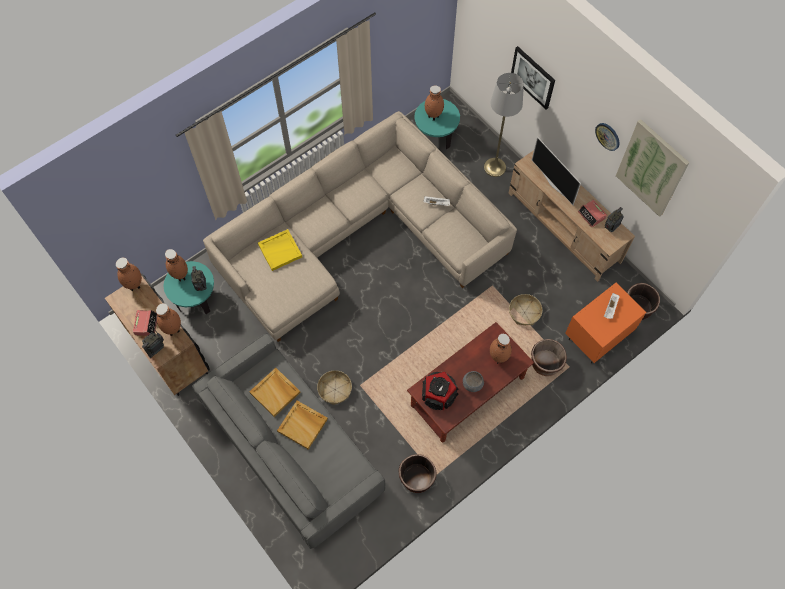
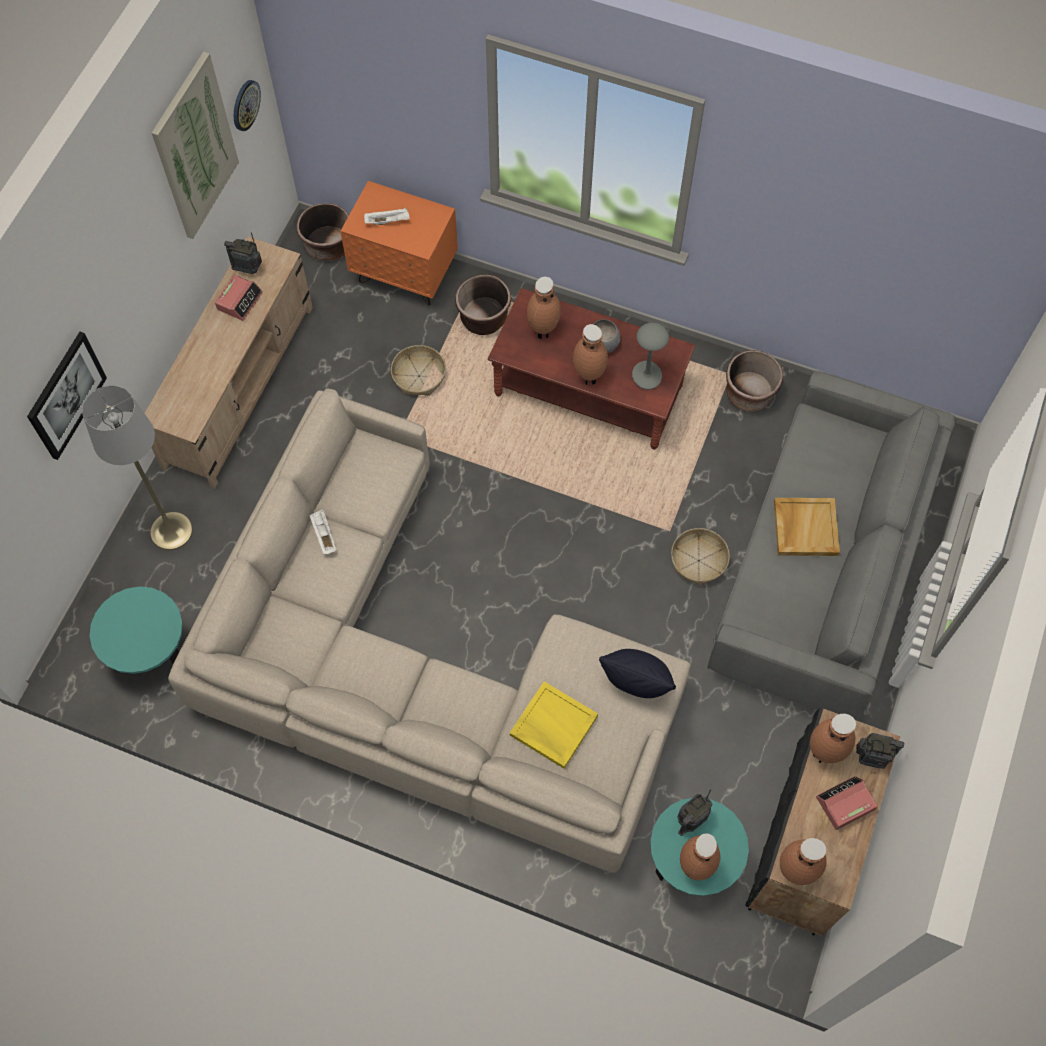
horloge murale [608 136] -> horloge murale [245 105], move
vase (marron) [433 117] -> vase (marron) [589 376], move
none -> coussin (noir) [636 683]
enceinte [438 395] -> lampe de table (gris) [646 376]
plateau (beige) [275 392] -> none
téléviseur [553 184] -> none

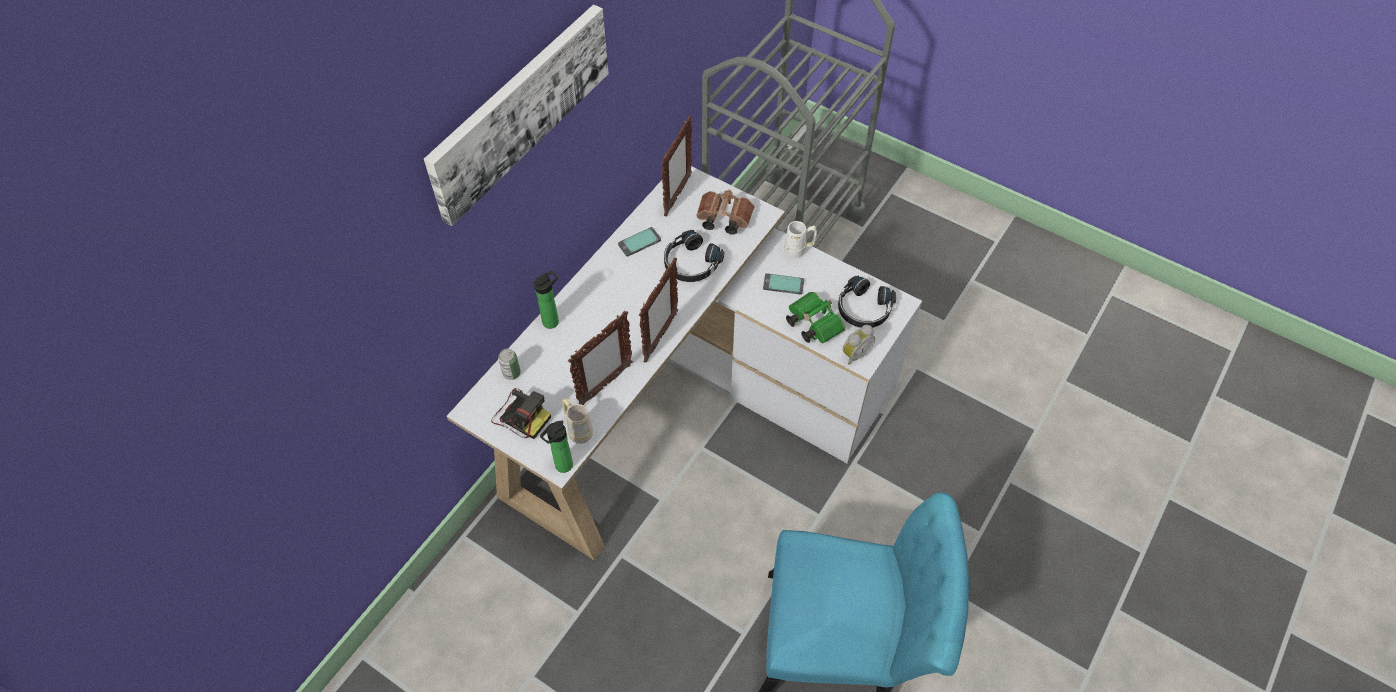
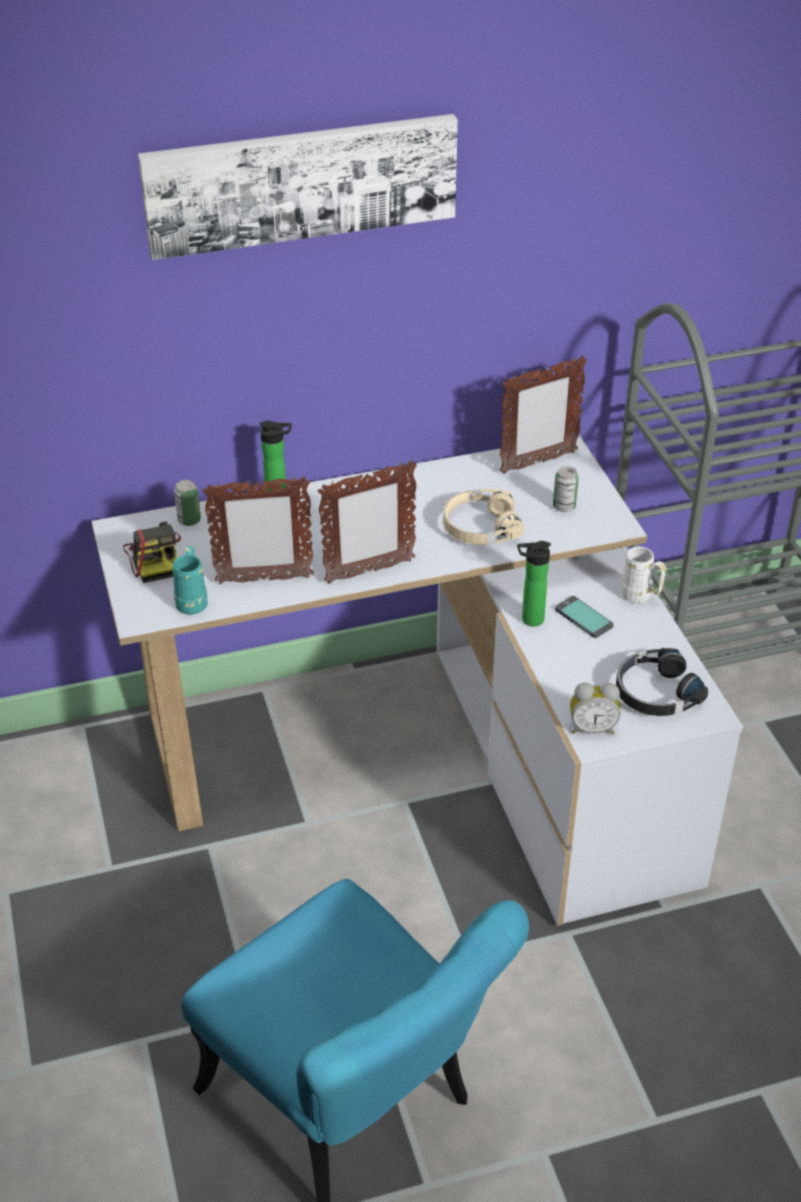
mug (beige) [577 429] -> mug (turquoise) [192 600]
casque audio (noir) [690 263] -> casque audio (beige) [480 527]
bouteille [562 467] -> bouteille [529 619], move
jumelles (marron) [722 219] -> boîte métallique [564 506]
téléphone [639 242] -> none
jumelles (vert) [812 323] -> none

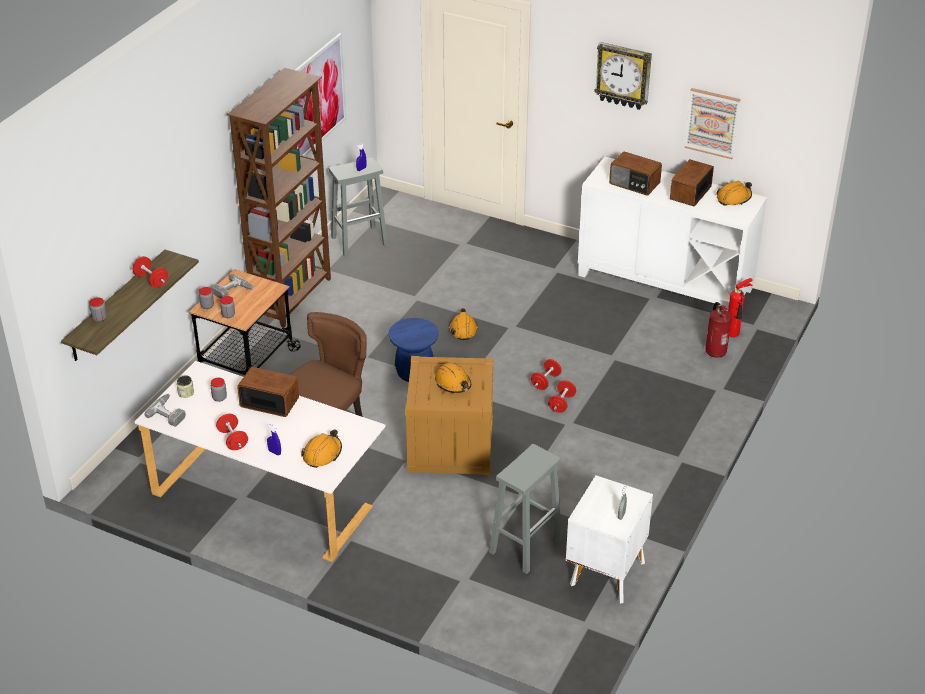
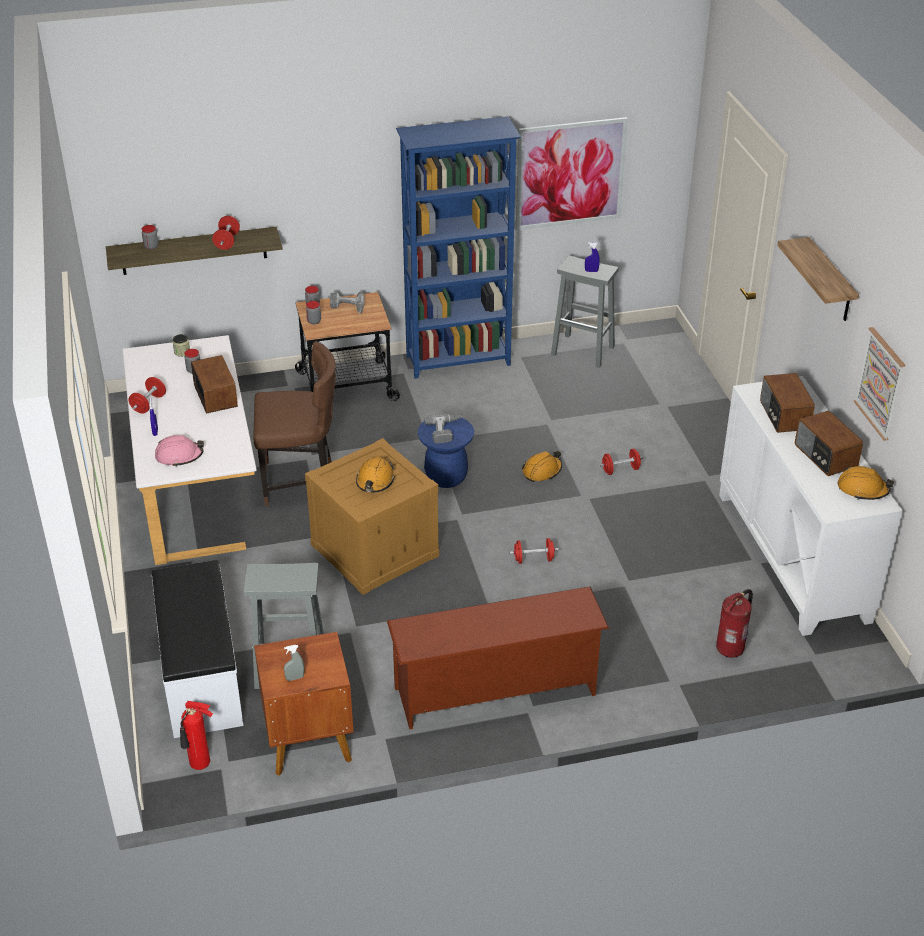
none -> banc (blanc) [200 676]
casque de chantier (orange) [322 454] -> casque de chantier (rose) [179 456]
extincteur [734 333] -> extincteur [200 764], move
table de chevet (blanc) [605 573] -> table de chevet (marron) [307 742]
none -> étagère à chaussures (marron) [496 693]
bibliothèque (marron) [293 298] -> bibliothèque (bleu) [459 361]
perceuse [169 413] -> perceuse [446 431], move
haltère (rouge) [561 404] -> haltère (rouge) [620 470], move
horloge murale [623 75] -> étagère [830 281]
radio [689 193] -> radio [825 456], 105 degrees counterclockwise

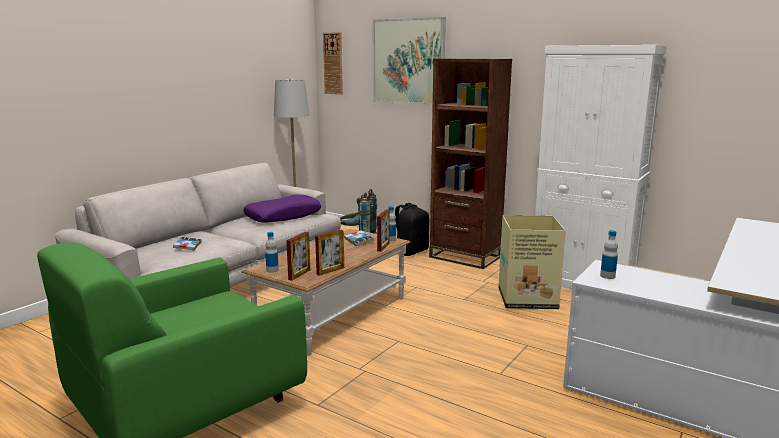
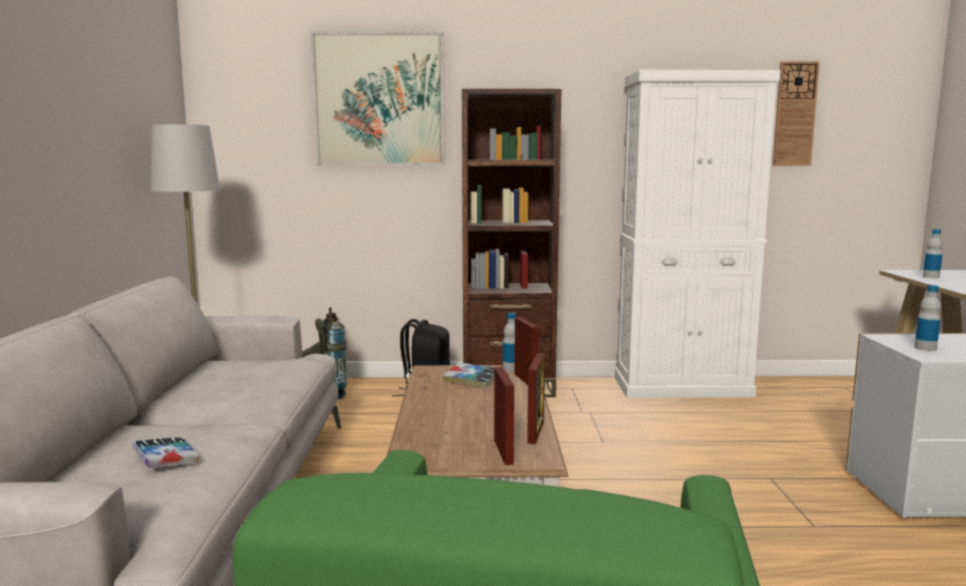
horloge murale [333 63] -> horloge murale [795 114], move
bouteille [272 270] -> bouteille [931 277], move
coussin (violet) [283 216] -> none
carton [528 299] -> none

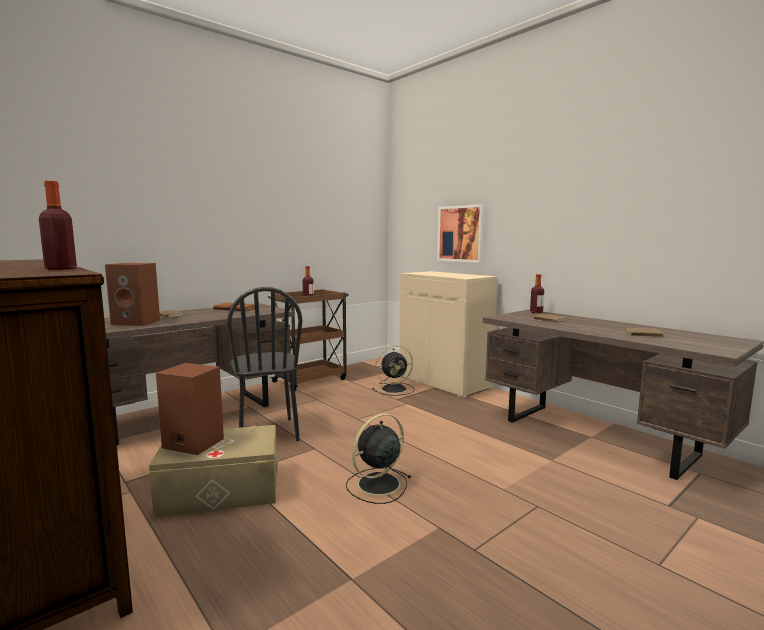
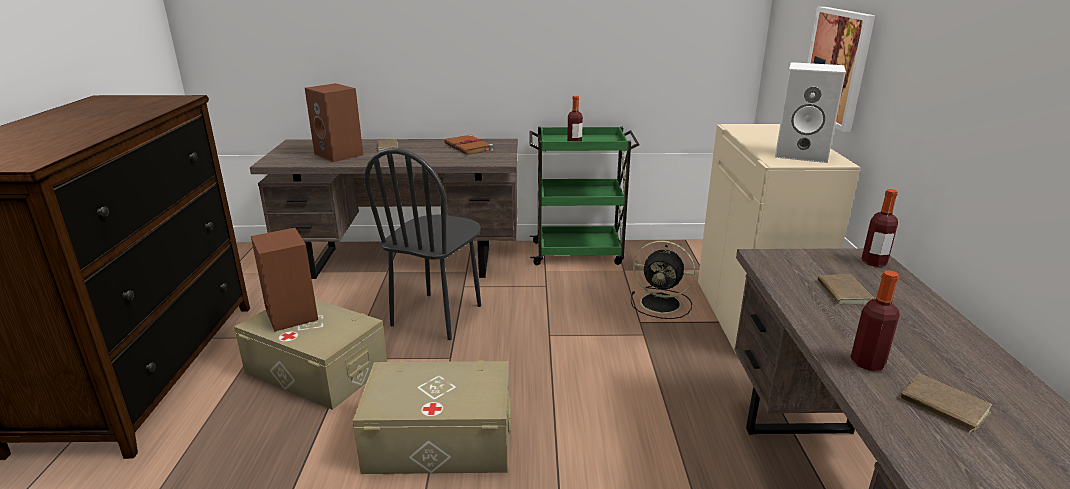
ventilateur (noir) [377 485] -> boîte de rangement (beige) [439 440]
chariot (marron) [311 380] -> chariot (vert) [579 253]
none -> enceinte (blanc) [802 154]
bouteille [61 269] -> bouteille [867 363], move

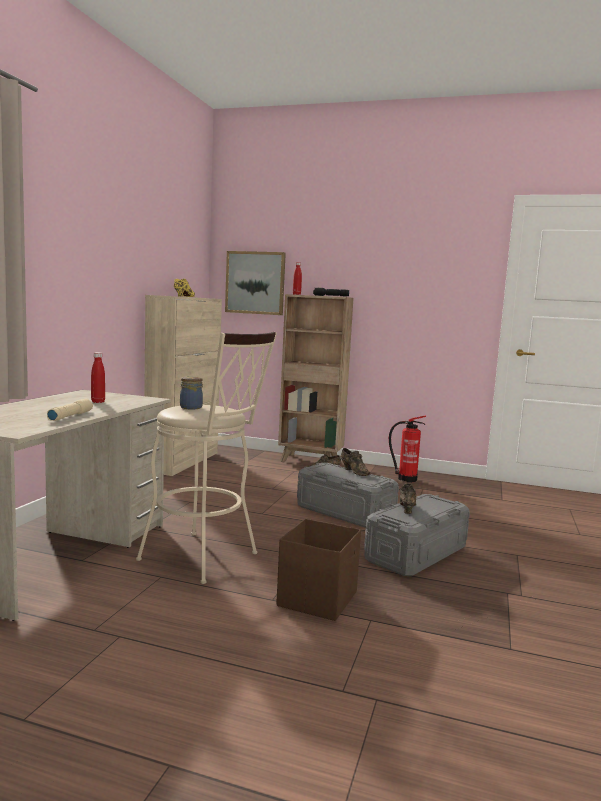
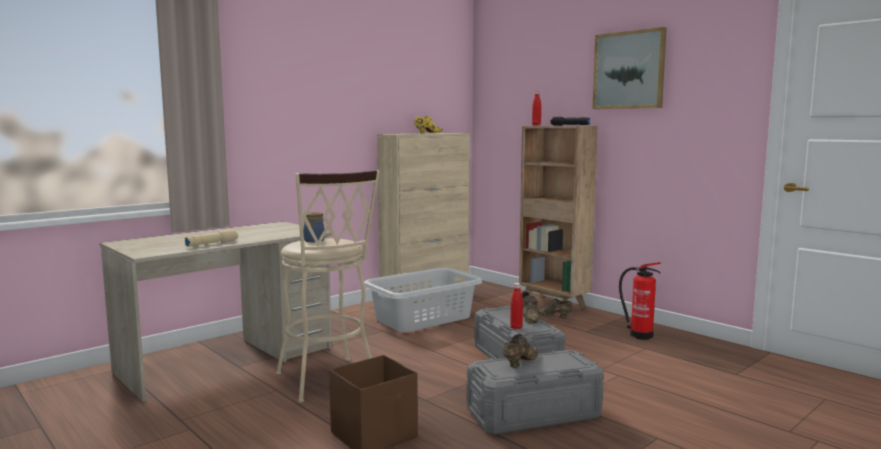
none -> panier à linge (gris) [424 319]
bouteille (rouge) [98 402] -> bouteille (rouge) [516 327], move
tableau [255 283] -> tableau [629 70], move

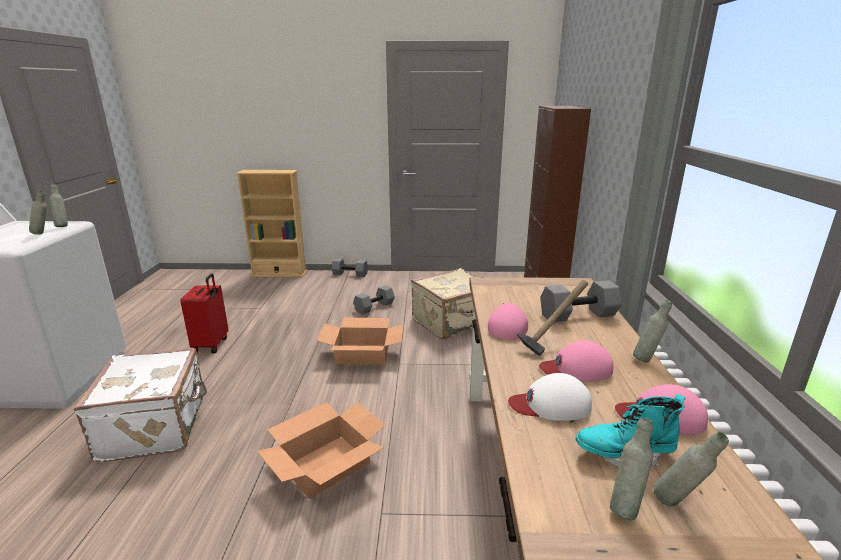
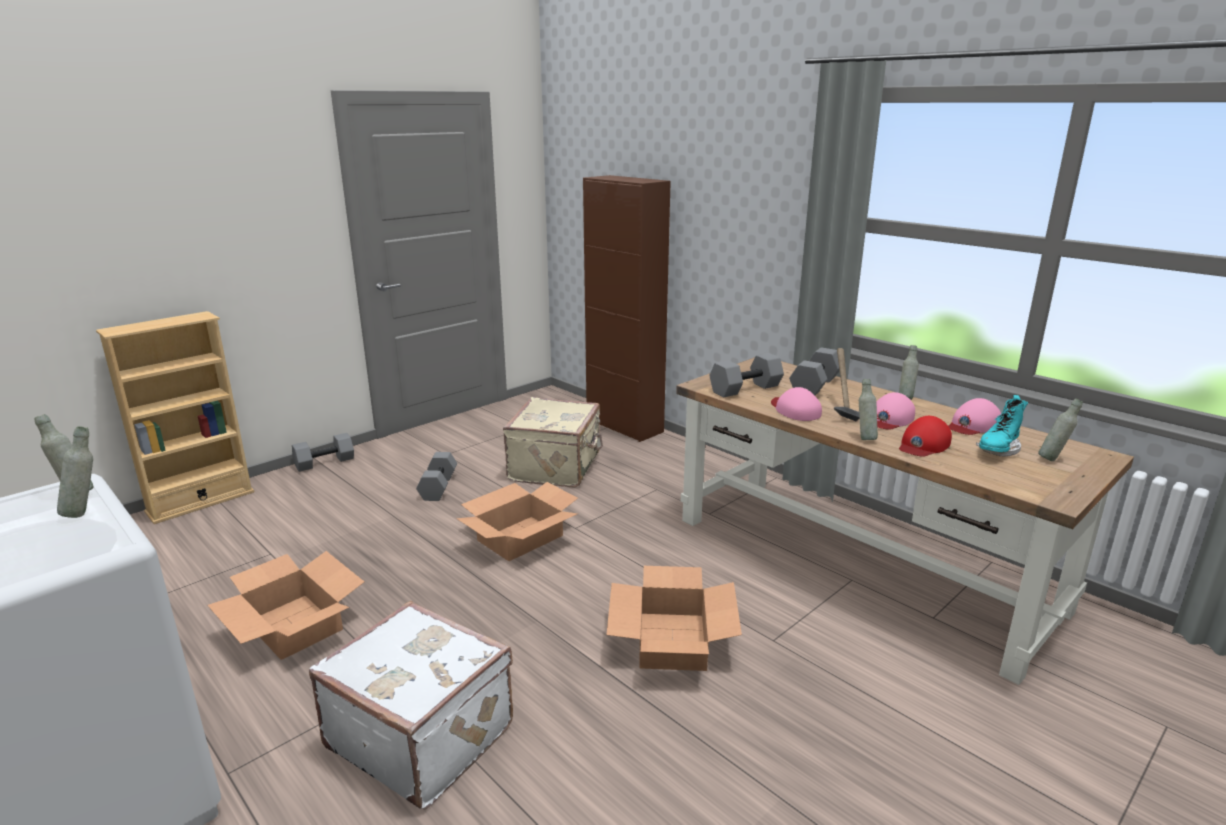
valise (rouge) [212 345] -> carton [294 626]
none -> haltère (gris) [745 388]
bouteille (gris) [625 507] -> bouteille (gris) [864 438], move
casquette (blanc) [550 404] -> casquette (rouge) [923 444]

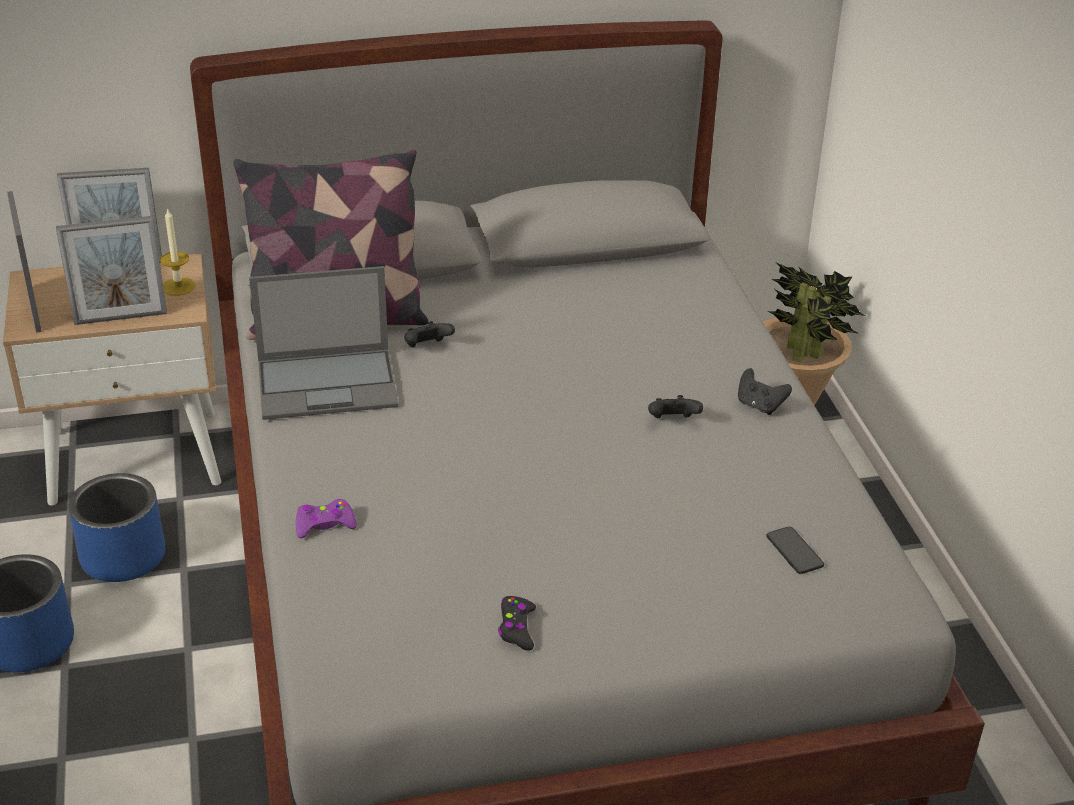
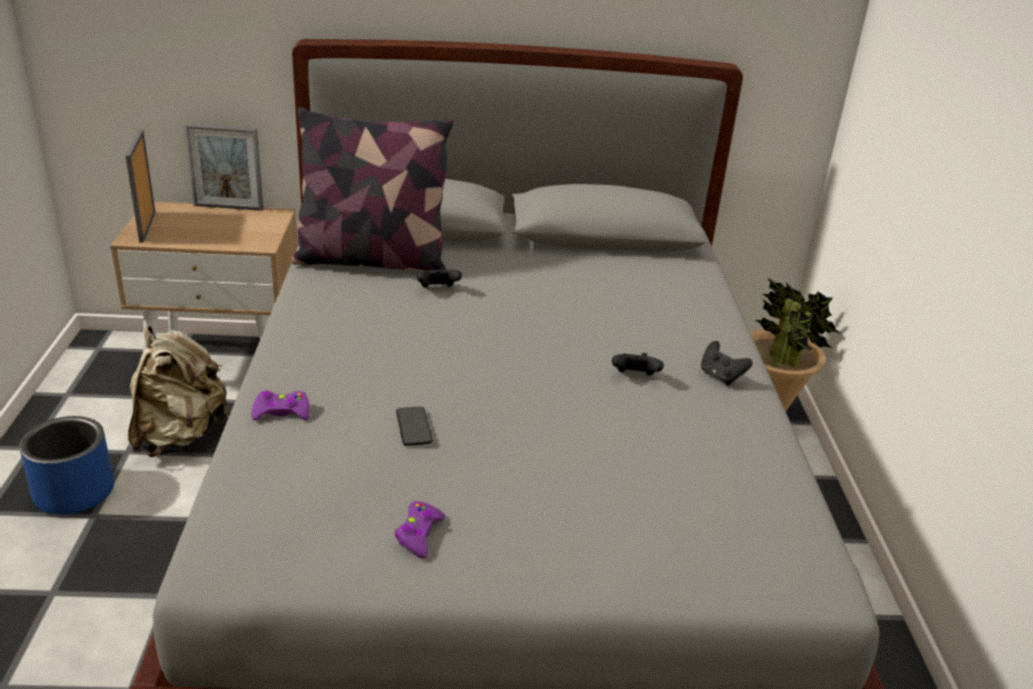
cache-pot (bleu) [122 556] -> sac à dos (beige) [180 437]
manette (noir) [517 628] -> manette (violet) [419 535]
téléphone [794 551] -> téléphone [413 427], move
cadre photo [121 318] -> none
bougie [178 286] -> none
ordinateur portable [329 383] -> none

